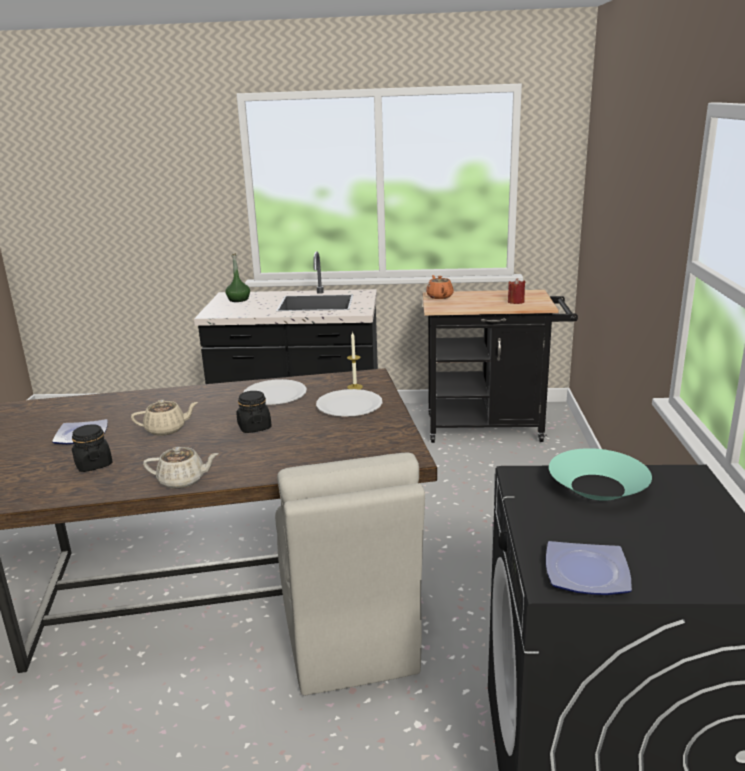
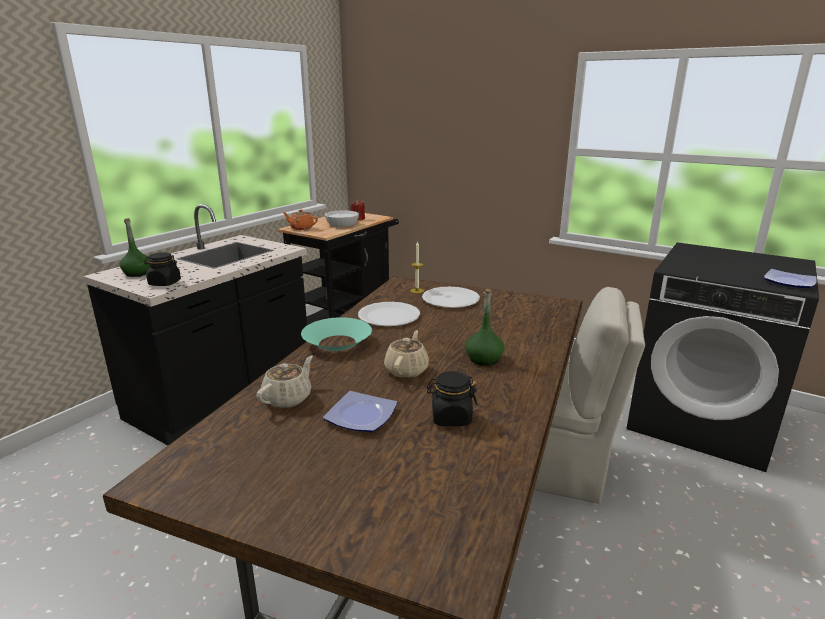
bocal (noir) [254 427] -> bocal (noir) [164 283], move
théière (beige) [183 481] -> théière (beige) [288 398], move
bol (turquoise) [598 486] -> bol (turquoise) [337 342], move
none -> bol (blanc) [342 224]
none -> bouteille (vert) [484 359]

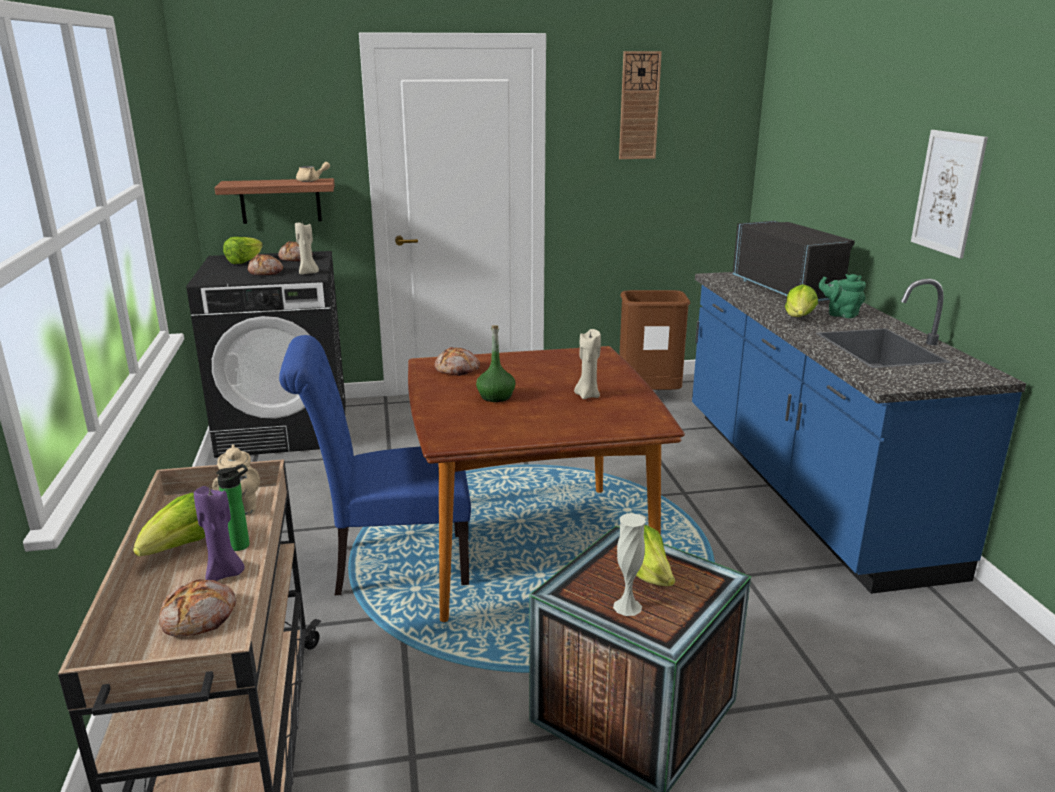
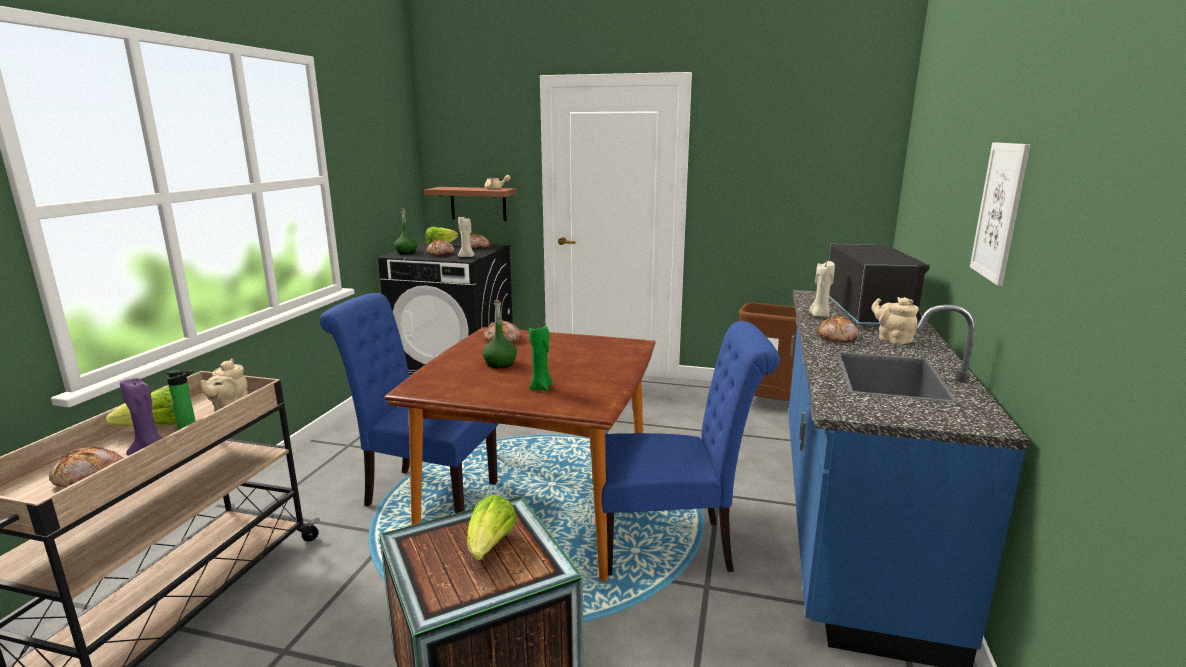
none -> bouteille (vert) [406 252]
none -> bougie (vert) [541 387]
none -> chaise (bleu) [673 546]
bougie (beige) [587 395] -> bougie (beige) [819 315], move
laitue [798 318] -> pain [838 337]
théière (vert) [840 314] -> théière (beige) [892 339]
vase (blanc) [627 607] -> none
horloge murale [639 106] -> none

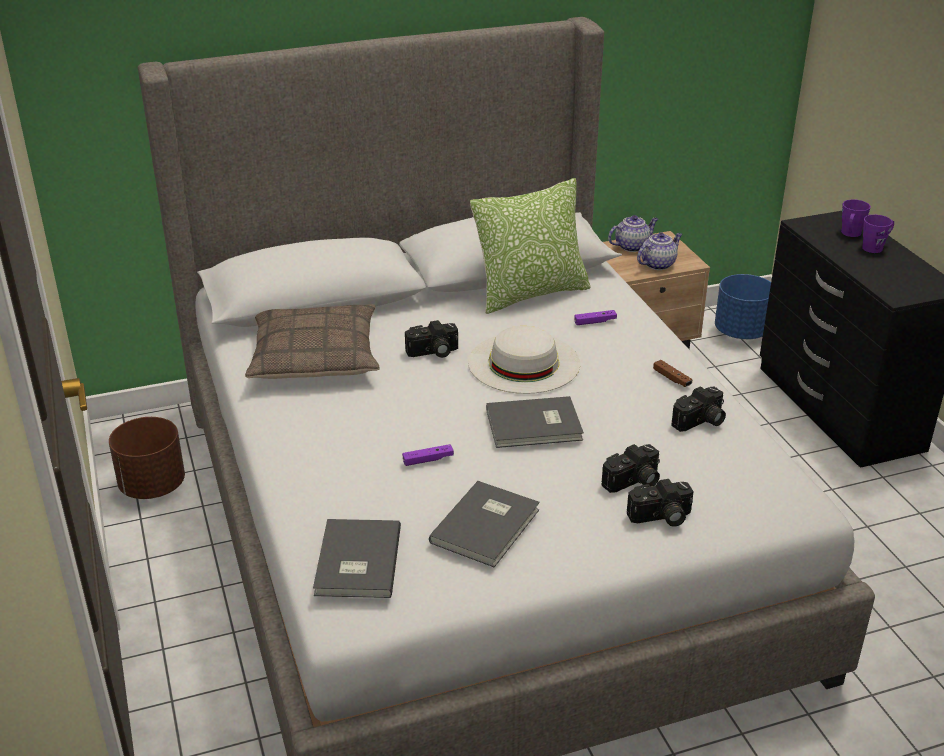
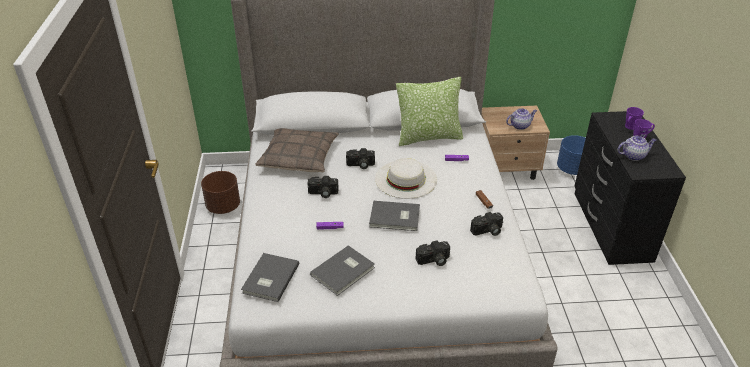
appareil photo [661 517] -> appareil photo [323 193], move
théière [632 246] -> théière [634 155], move

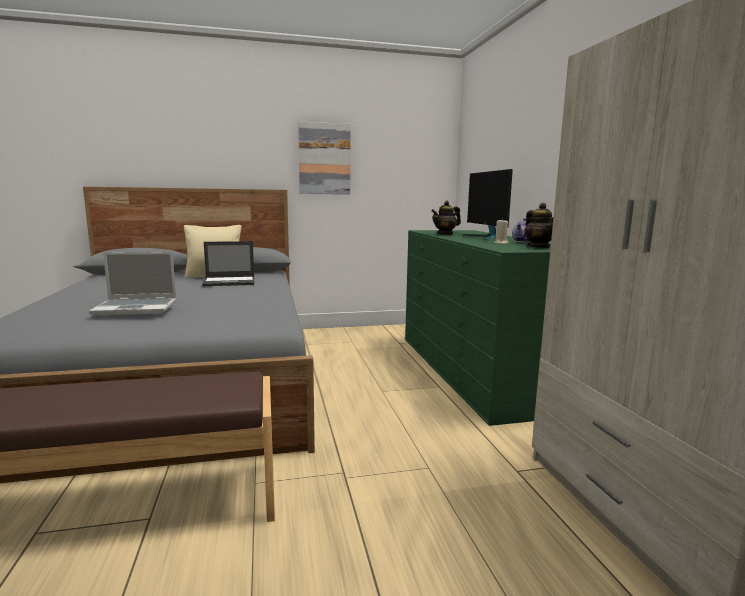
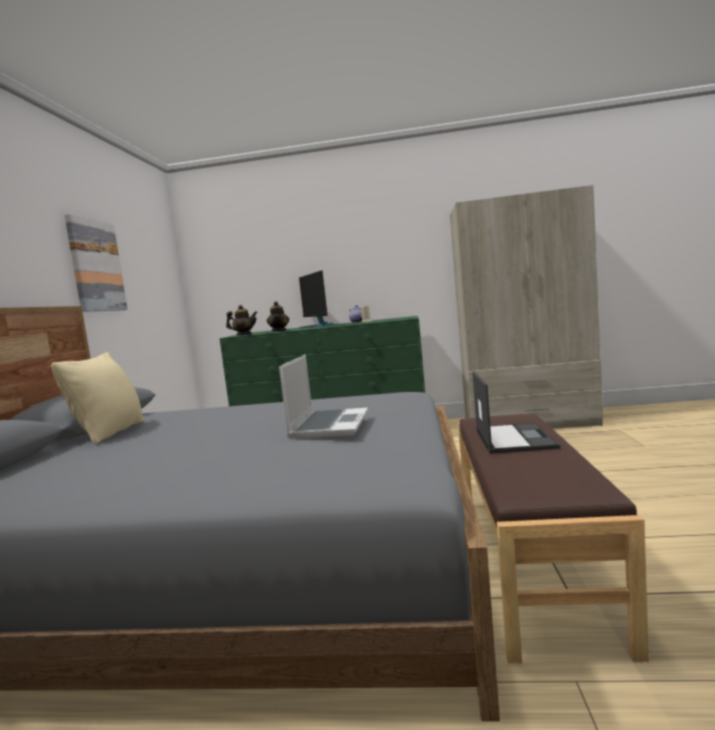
théière [539 247] -> théière [244 335], move
écran d'ordinateur [487 237] -> écran d'ordinateur [317 326], 60 degrees clockwise
ordinateur portable [230 282] -> ordinateur portable [513 438], move

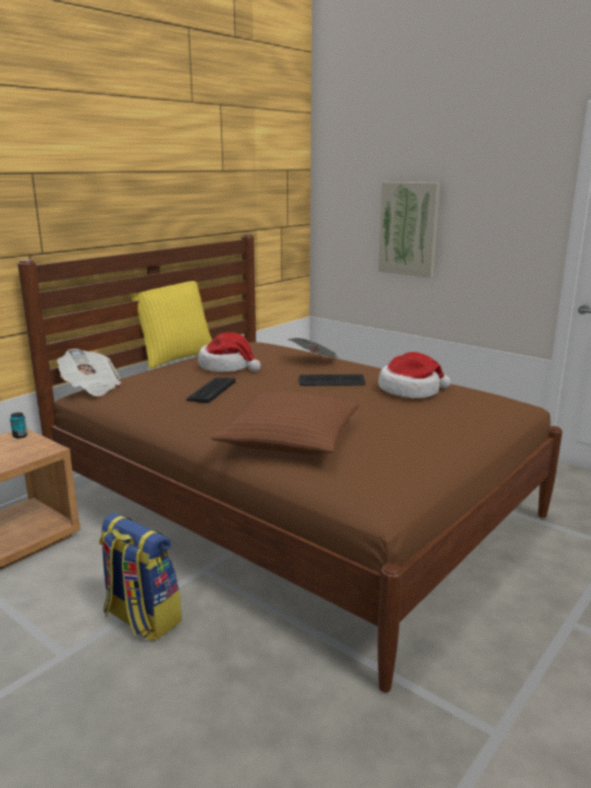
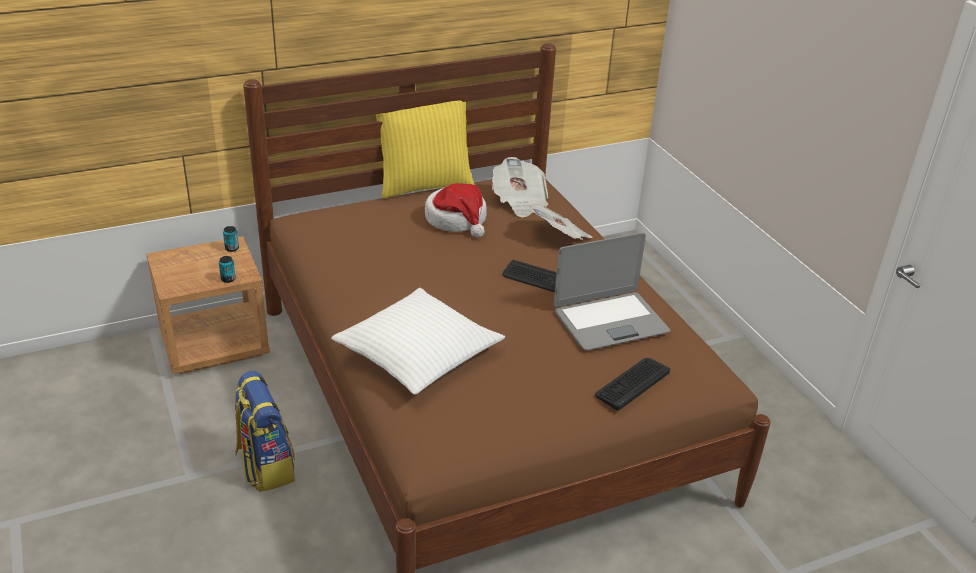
none -> boîte métallique [228 279]
coussin (marron) [289 438] -> coussin (blanc) [417 353]
journal [91 387] -> journal [519 202], move
chapeau [410 390] -> ordinateur portable [610 321]
clavier [211 390] -> clavier [632 383], move
tableau [408 229] -> none

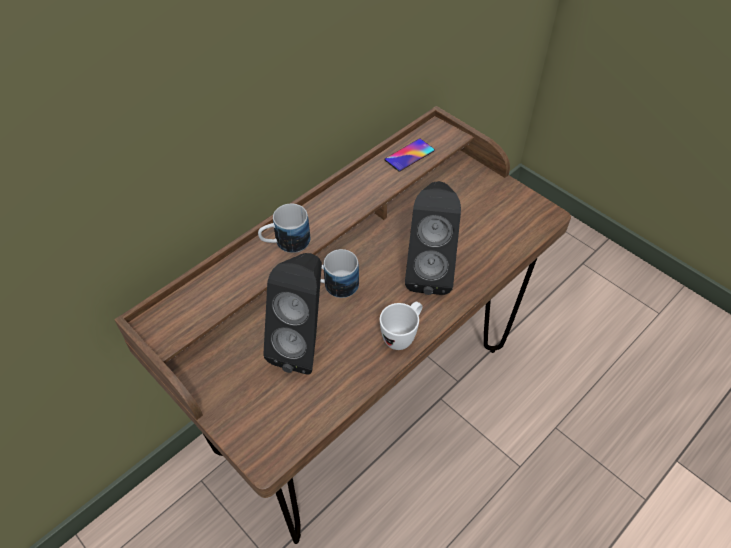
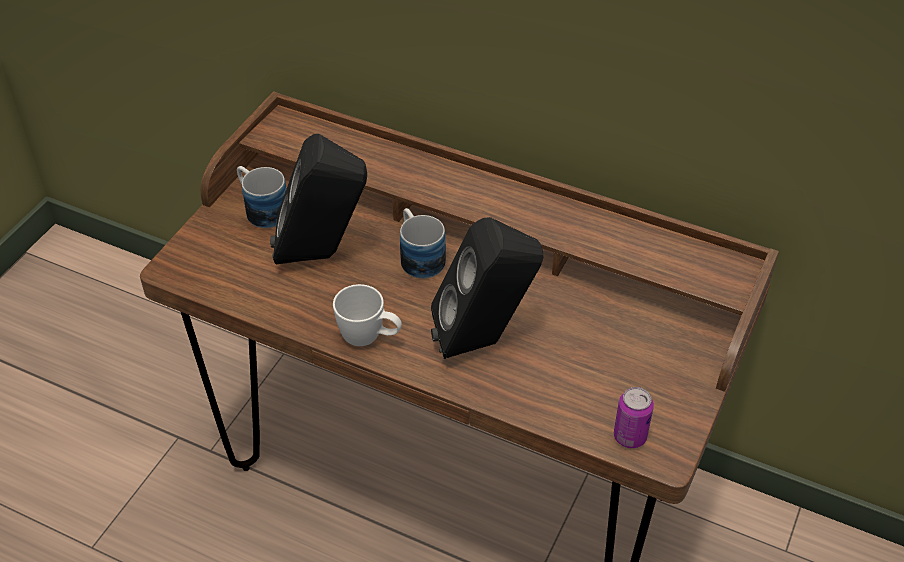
mug [285 243] -> mug [261 209], move
none -> boîte métallique [630 436]
téléphone [409 155] -> none

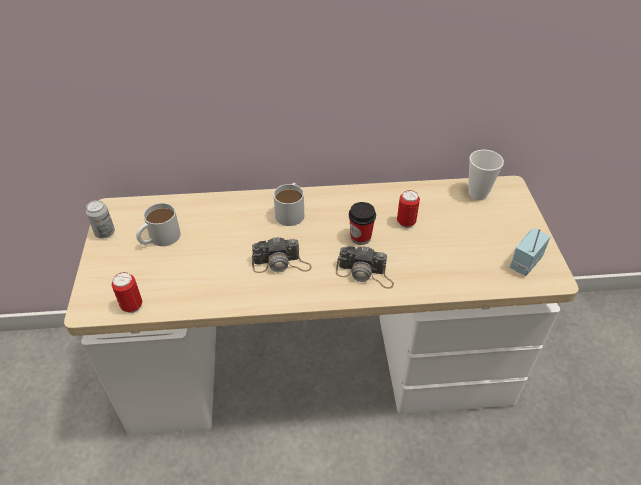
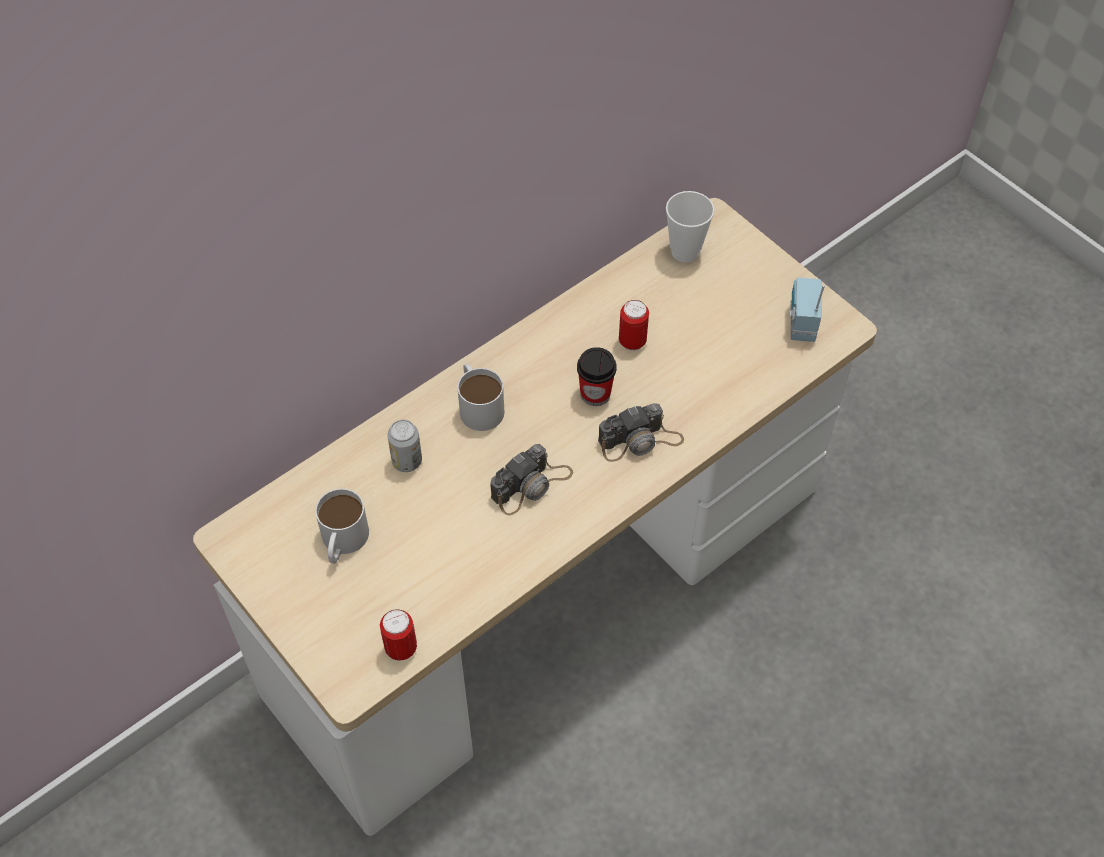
boîte métallique [105 233] -> boîte métallique [407 461], move

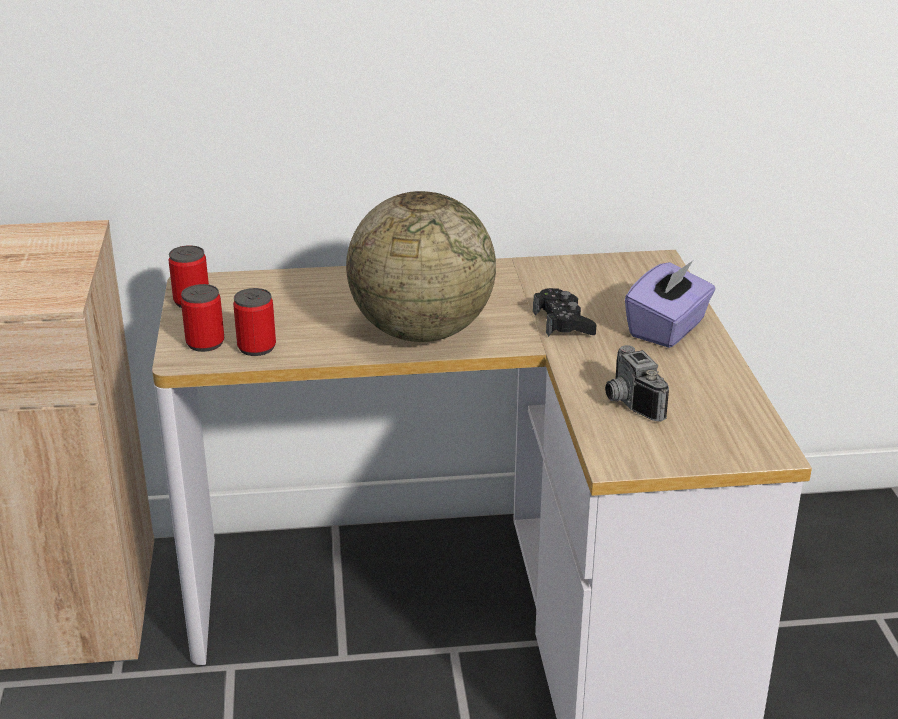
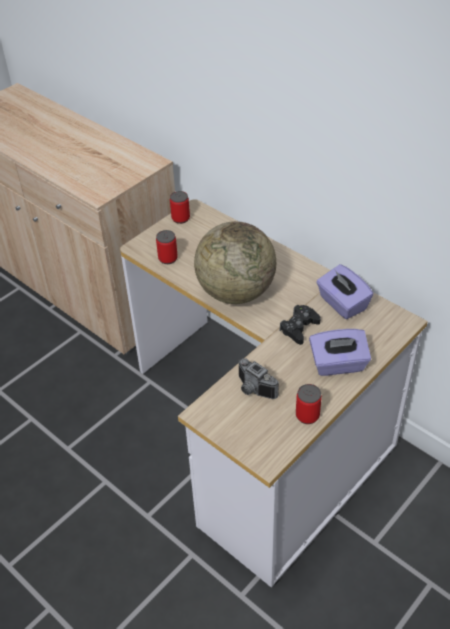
appareil photo [628 403] -> appareil photo [253 390], 75 degrees counterclockwise
boîte métallique [205 343] -> boîte métallique [307 415], move
none -> boîte à mouchoirs (violet) [342 304]

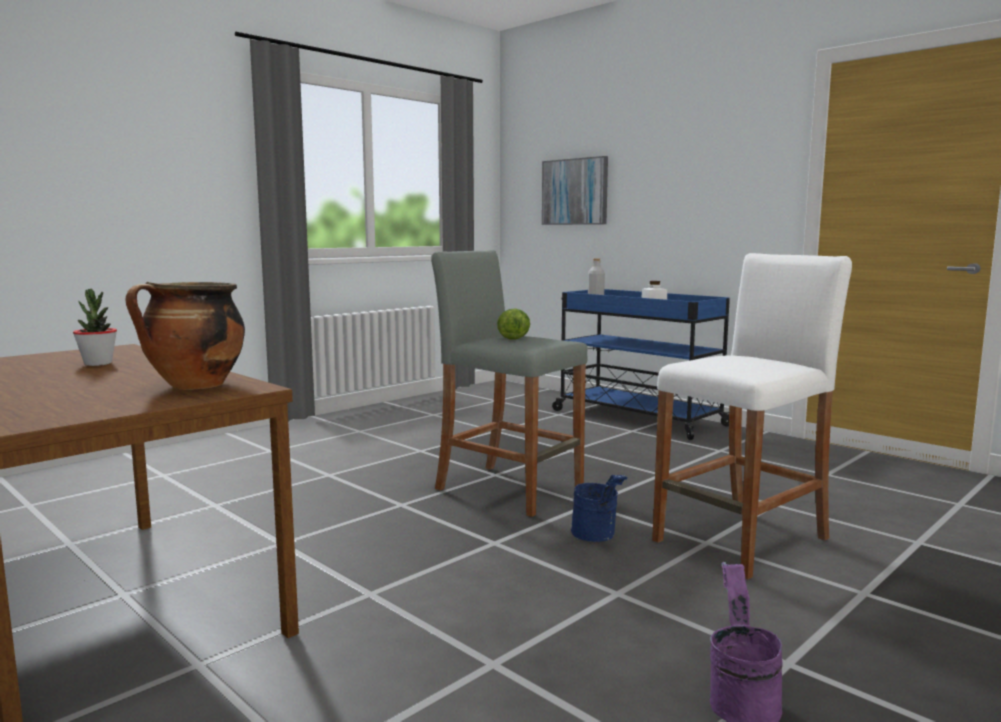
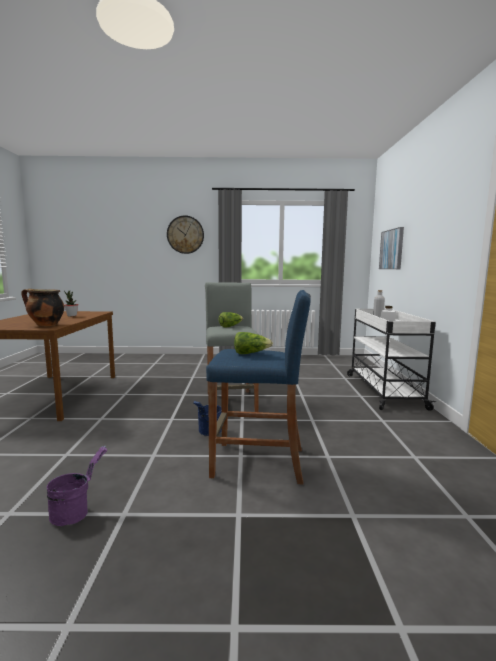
none -> horloge murale [185 234]
tabouret (blanc) [741 540] -> tabouret (bleu) [258 462]
none -> laitue [251 353]
chariot (bleu) [636 417] -> chariot (blanc) [383 390]

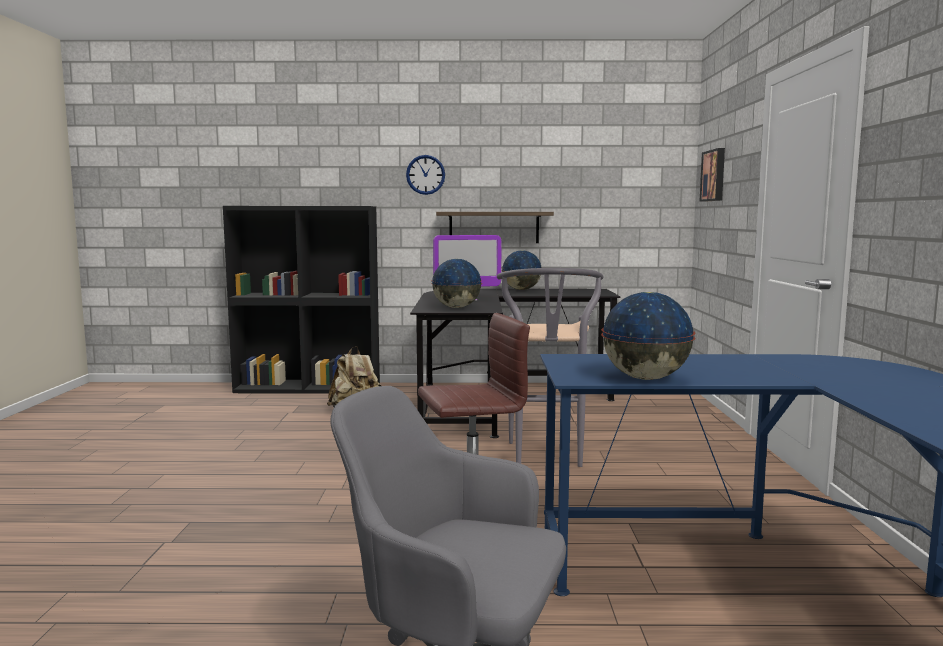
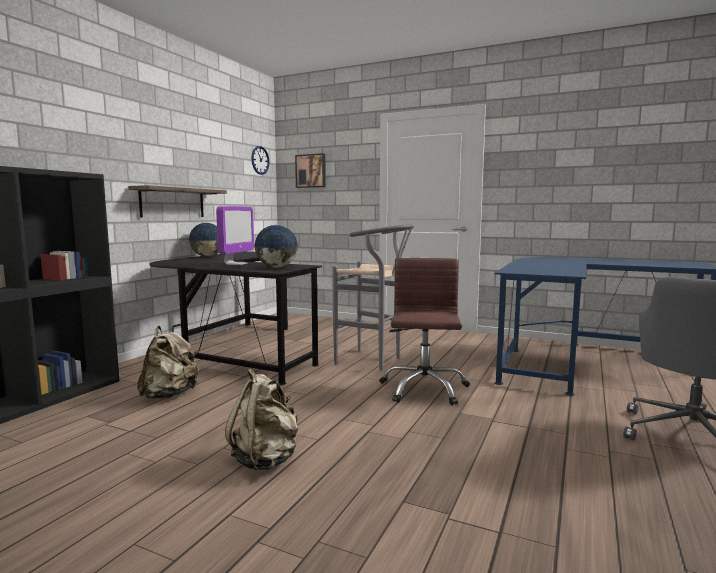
none -> sac à dos (beige) [266 459]
horloge murale [425 174] -> horloge murale [260 160], move
globe [645 378] -> none

